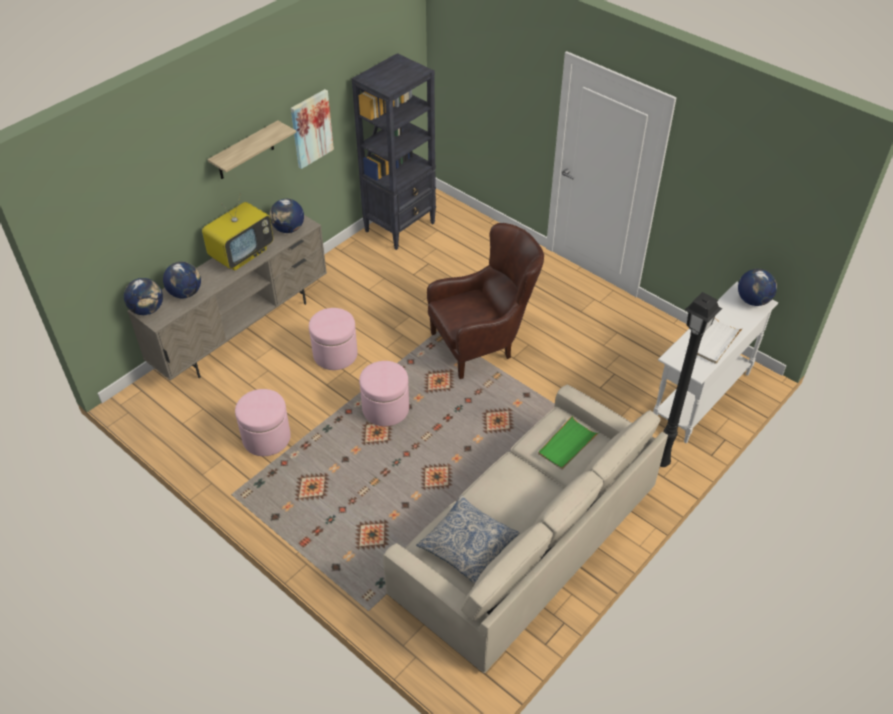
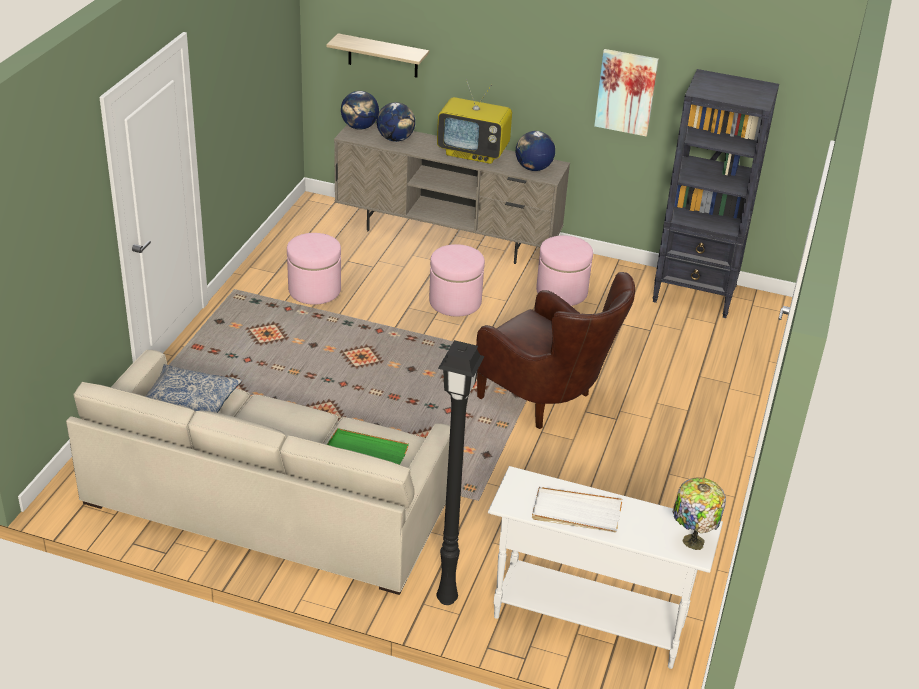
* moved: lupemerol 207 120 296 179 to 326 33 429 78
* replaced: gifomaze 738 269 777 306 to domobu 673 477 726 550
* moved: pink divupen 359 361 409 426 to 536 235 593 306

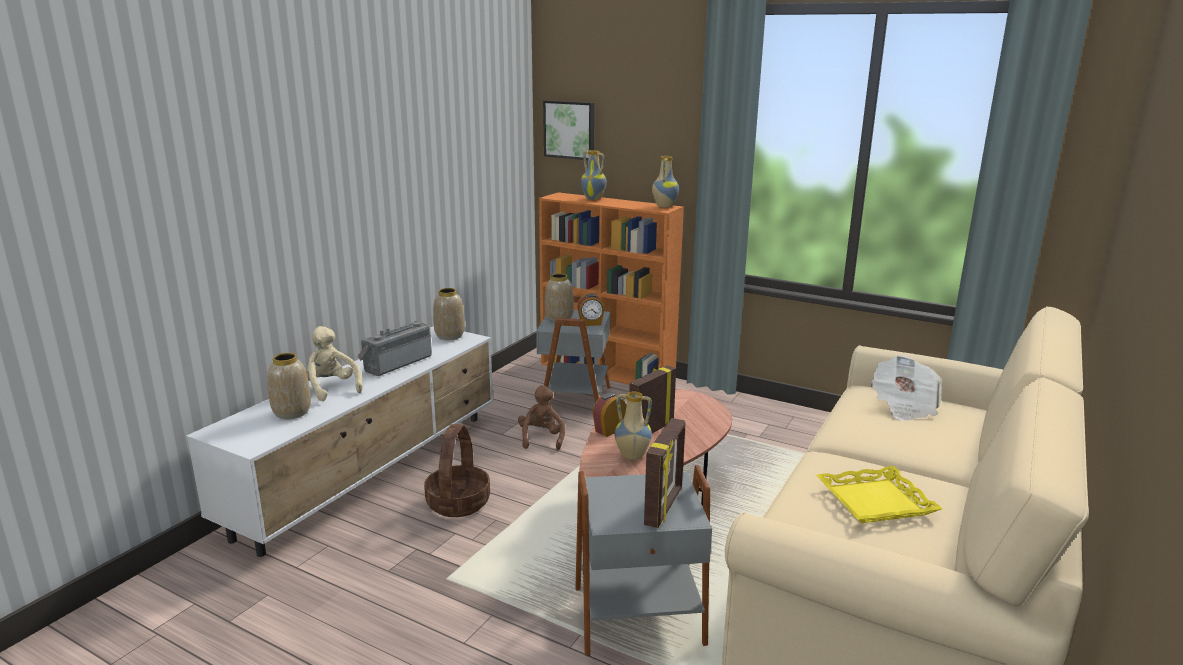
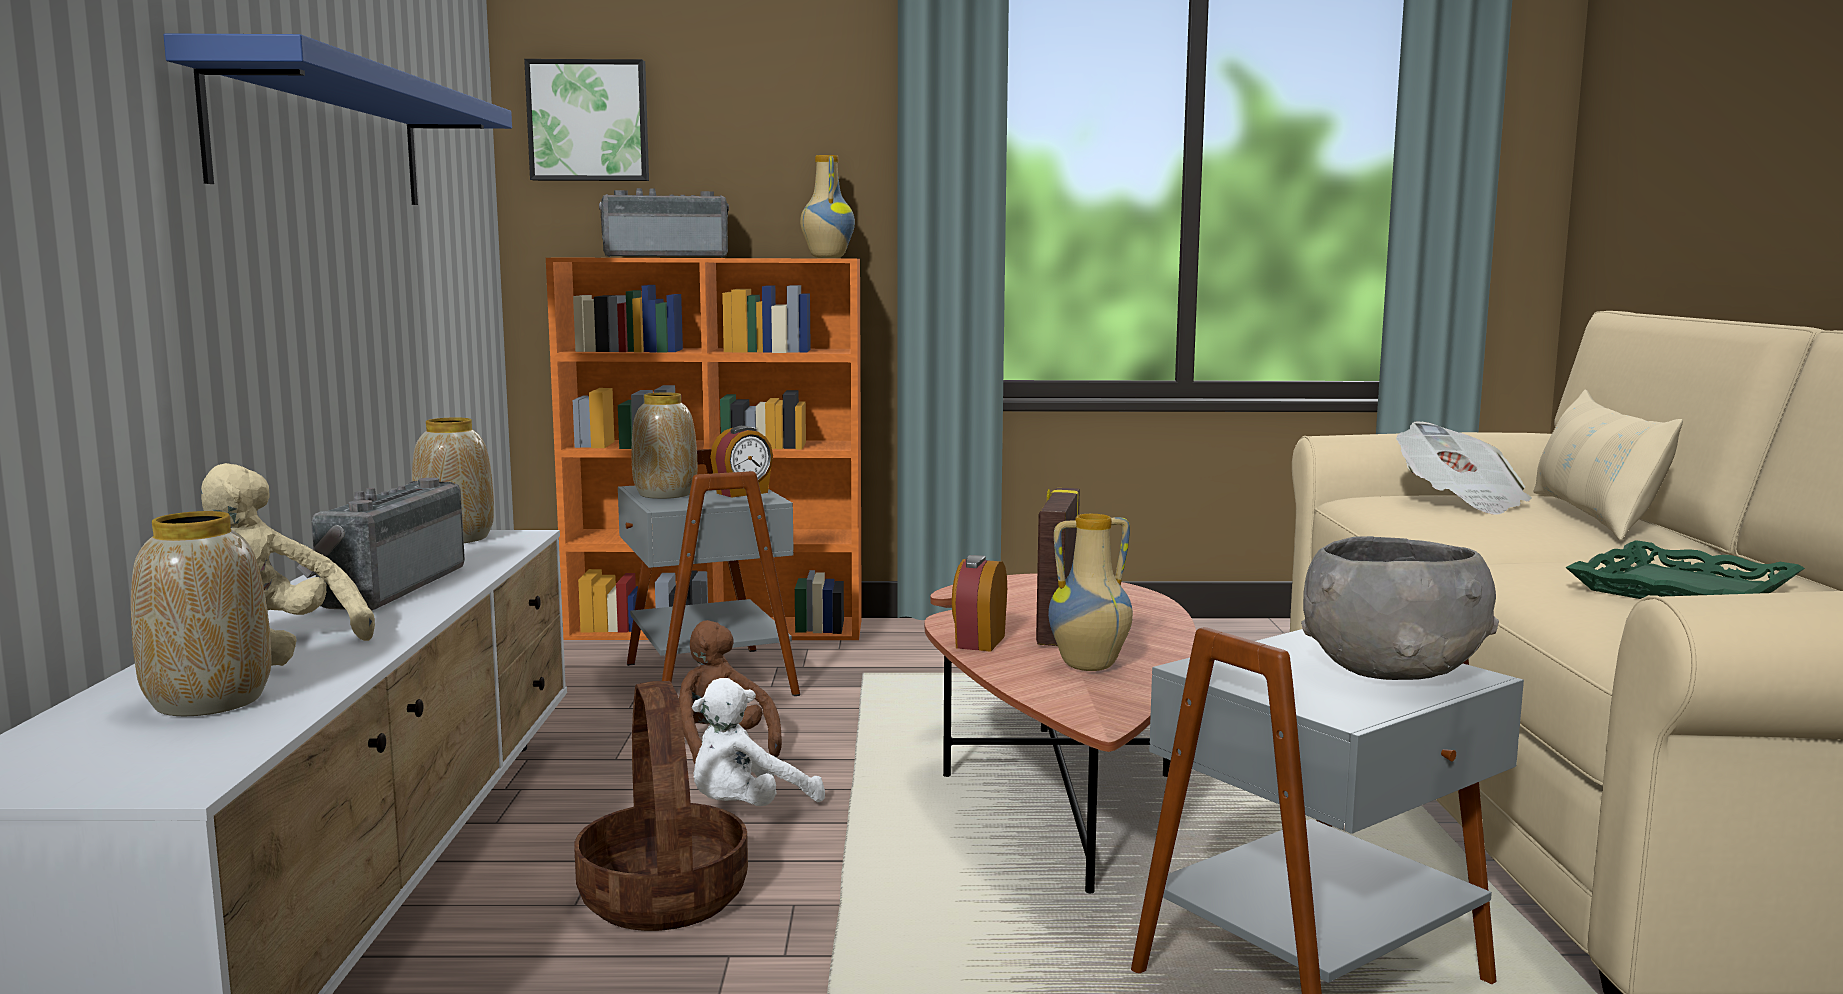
* replaced: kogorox 581 150 607 200 to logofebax 599 188 729 257
* replaced: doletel 644 418 685 528 to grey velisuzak 1301 536 1499 680
* recoloured: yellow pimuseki 816 466 943 523 to green pimuseki 1565 540 1805 599
* added: blue lupemerol 164 33 512 205
* added: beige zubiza 1533 389 1683 540
* added: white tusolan 692 678 825 806

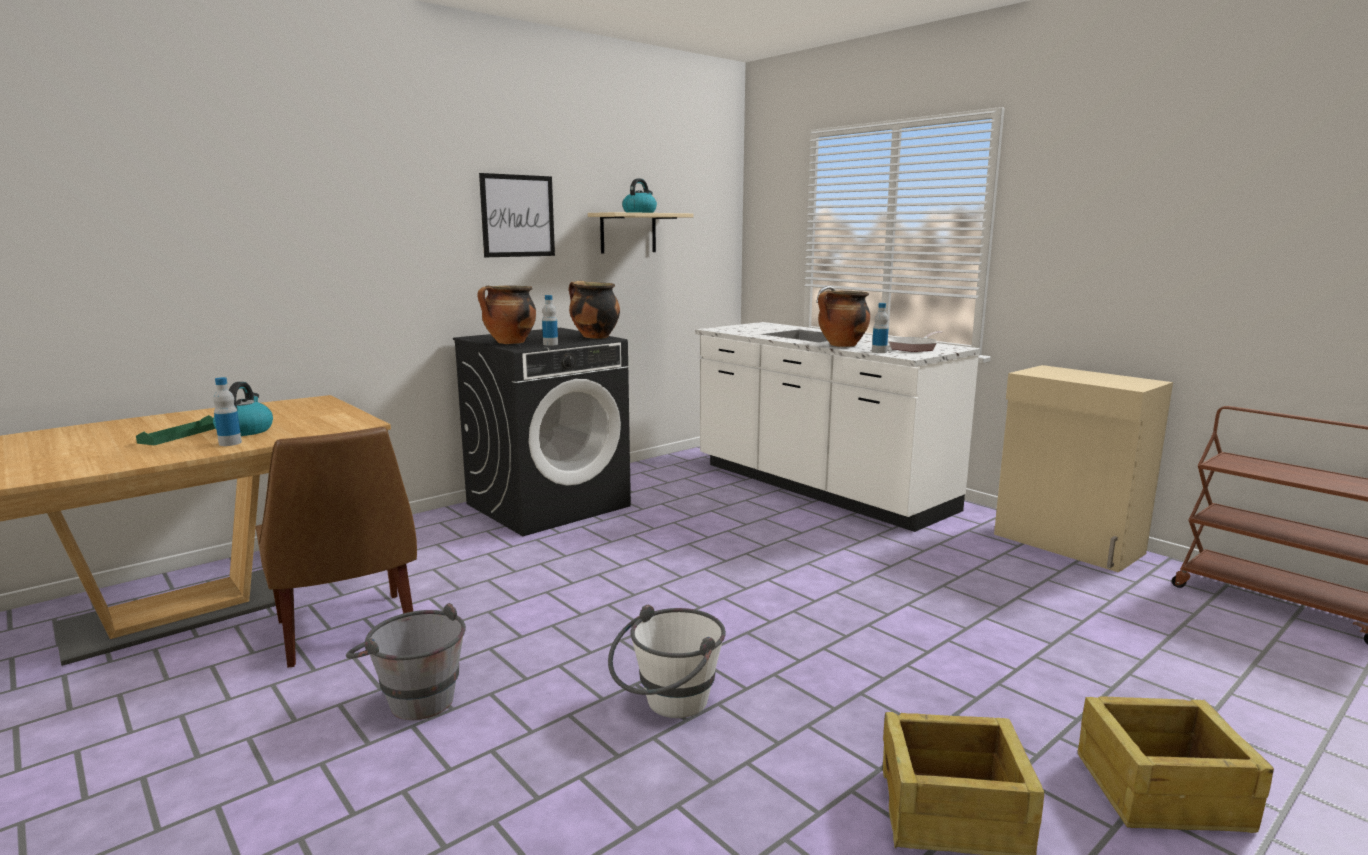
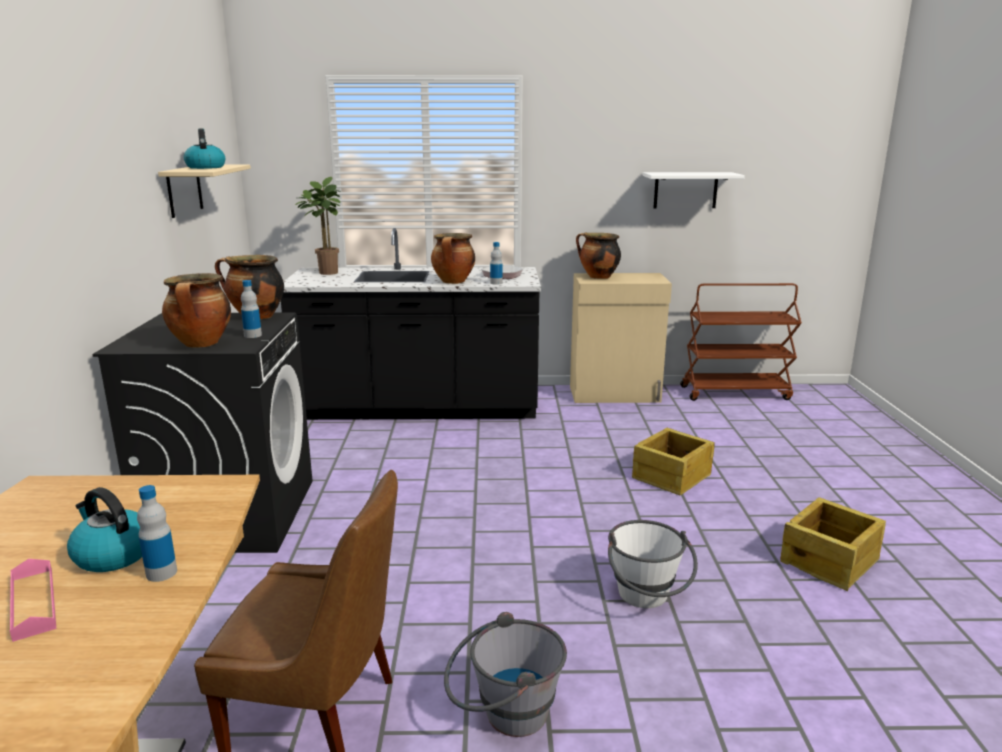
* removed: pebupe 479 173 555 257
* recoloured: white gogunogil 695 286 981 532 to black gogunogil 281 228 541 420
* recoloured: green pimuseki 136 415 216 445 to pink pimuseki 10 559 56 642
* moved: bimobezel 1078 696 1274 833 to 632 428 715 495
* added: white lupemerol 643 172 745 208
* added: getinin 295 177 340 275
* added: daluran 576 233 621 279

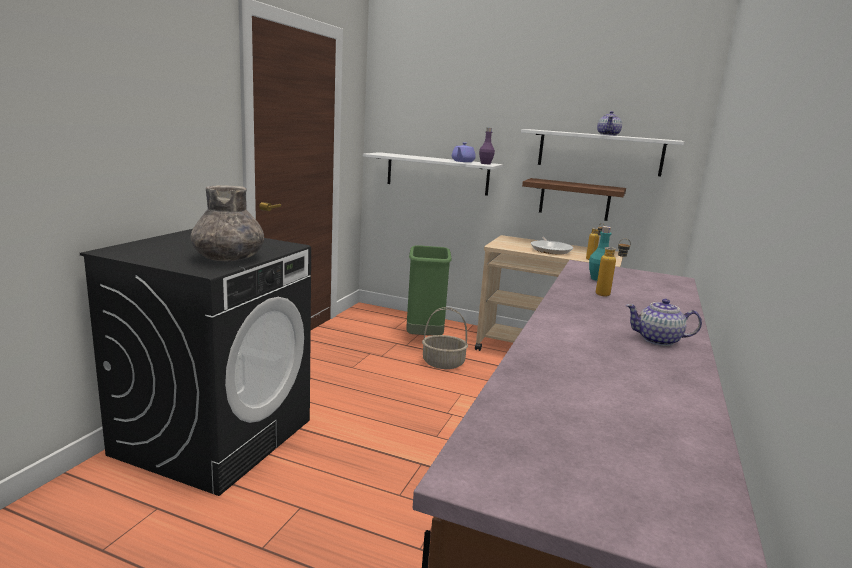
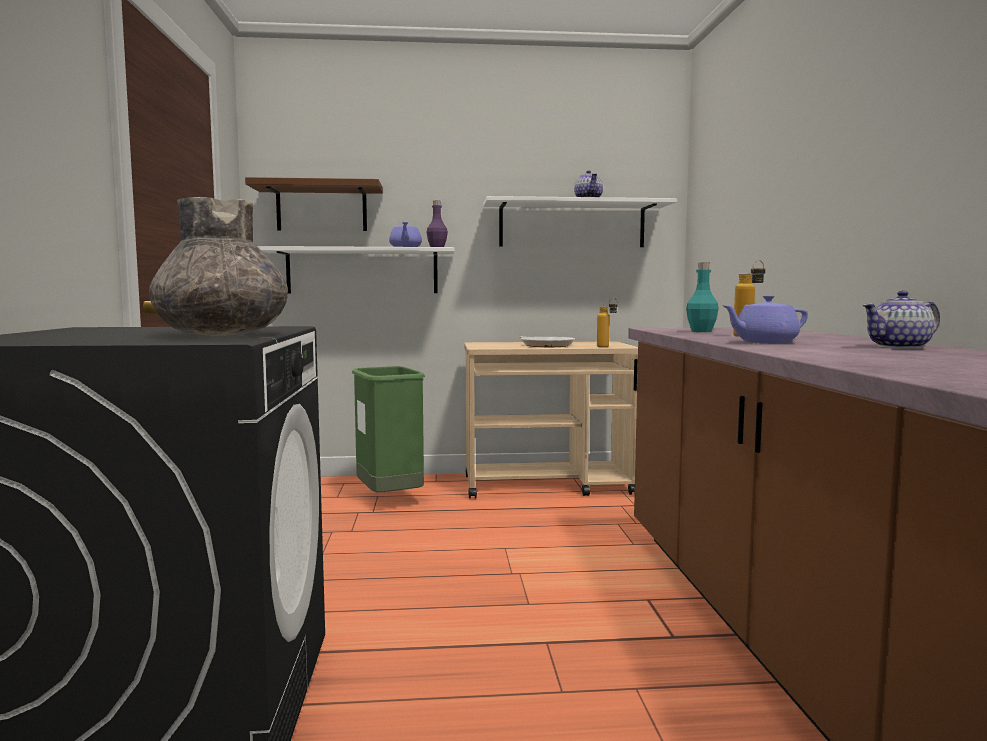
* moved: brown lupemerol 522 178 626 221 to 245 177 383 231
* removed: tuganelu 422 307 468 369
* added: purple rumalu 722 295 808 343

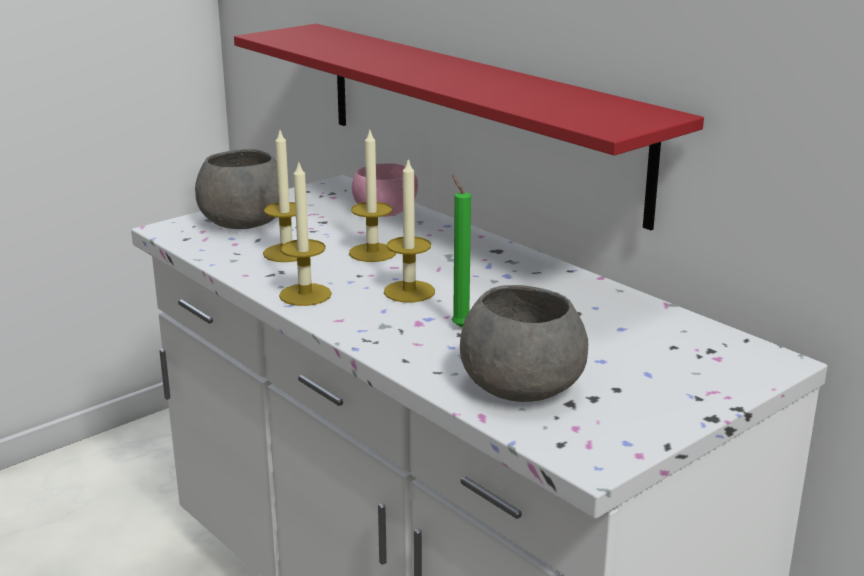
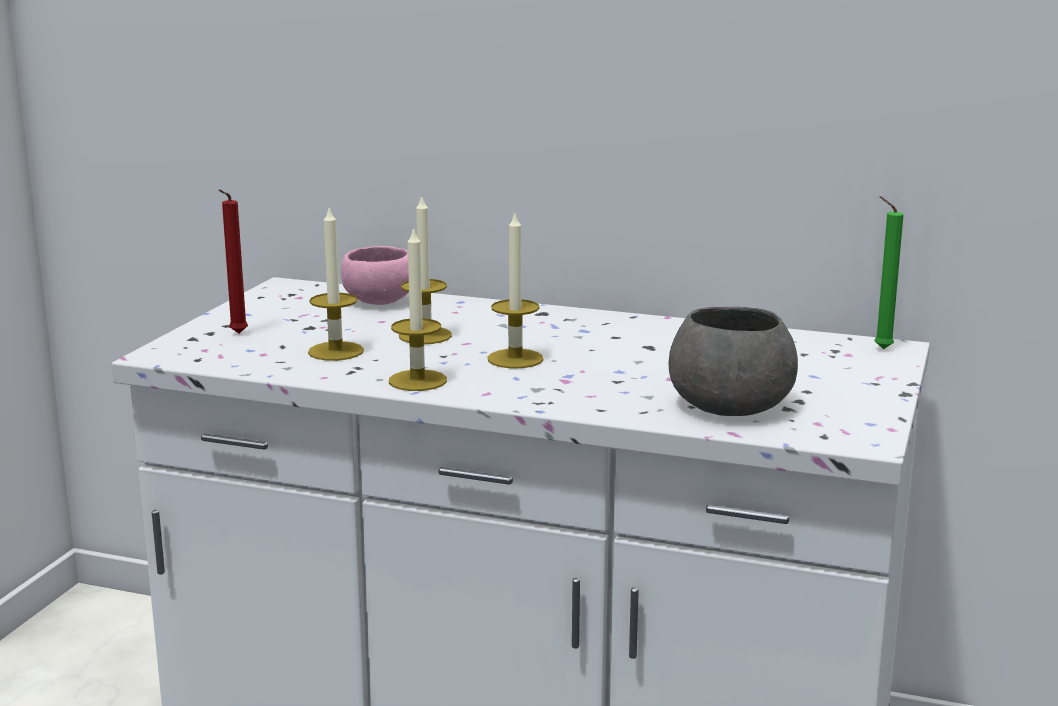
* removed: red lupemerol 234 24 704 230
* replaced: grey velisuzak 195 149 279 229 to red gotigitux 218 189 248 333
* moved: green gotigitux 452 175 471 327 to 875 196 903 349

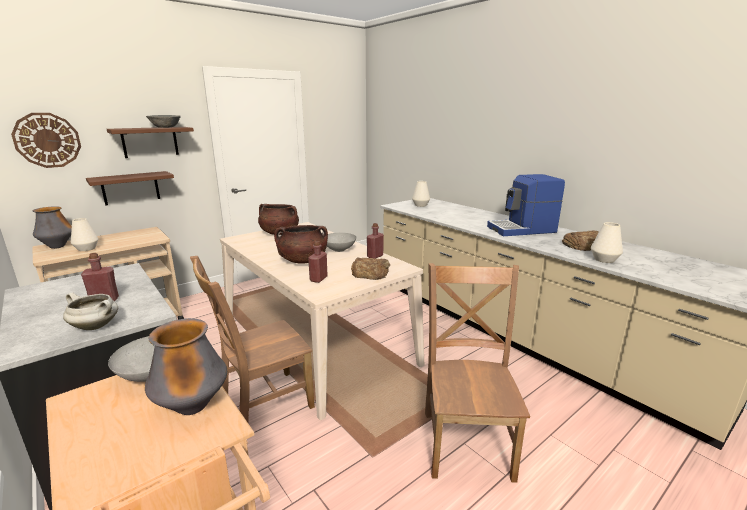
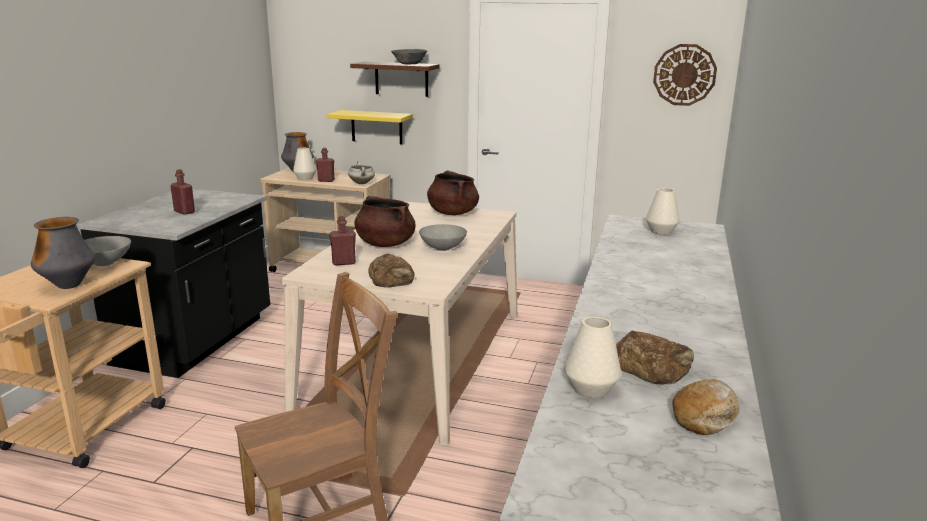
* moved: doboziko 11 113 81 168 to 653 44 717 106
* recoloured: brown lupemerol 86 171 174 206 to yellow lupemerol 326 110 413 144
* removed: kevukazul 487 174 565 236
* moved: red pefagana 367 223 384 259 to 316 148 335 182
* removed: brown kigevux 190 256 315 422
* moved: white daluran 63 292 118 330 to 348 161 375 184
* added: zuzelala 672 379 740 435

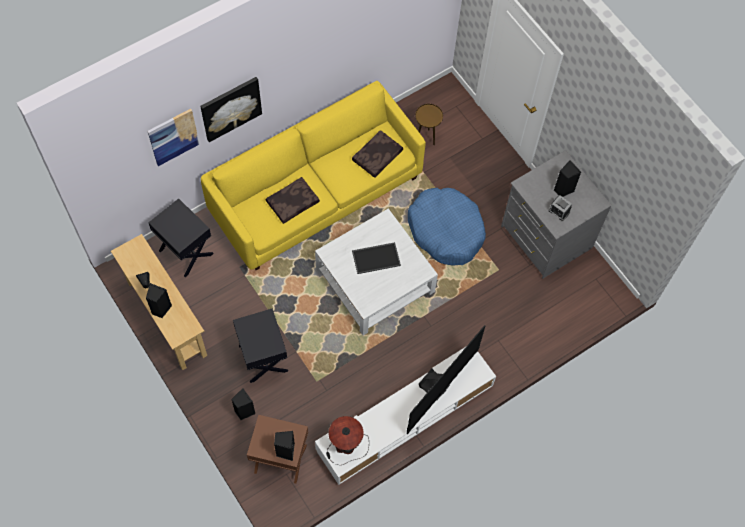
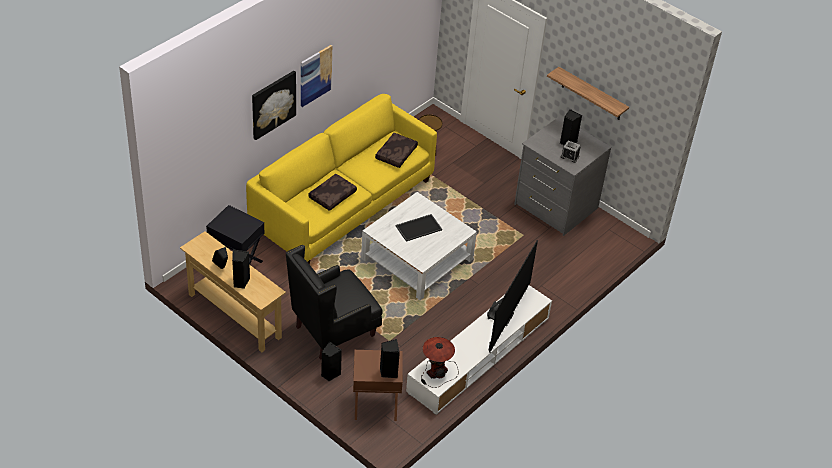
* moved: pebupe 148 109 199 166 to 301 45 332 107
* removed: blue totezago 408 188 486 266
* replaced: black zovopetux 233 308 288 383 to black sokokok 286 245 383 360
* added: lupemerol 547 67 629 120

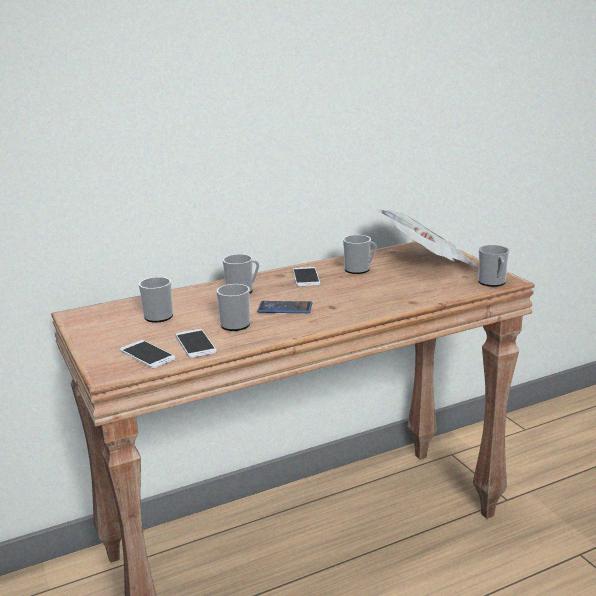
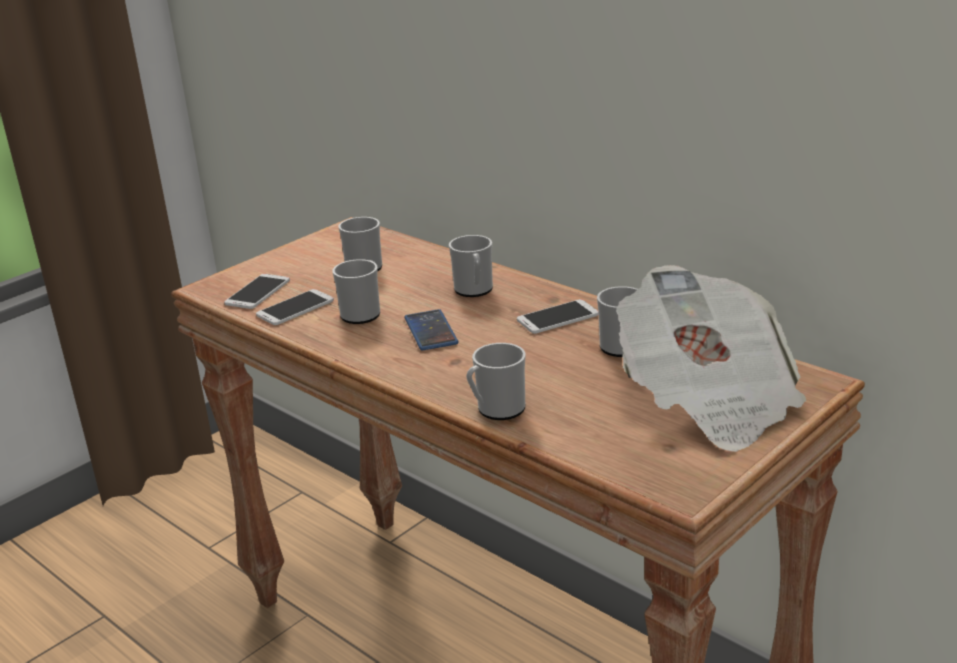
* moved: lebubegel 478 245 509 287 to 466 343 526 420

